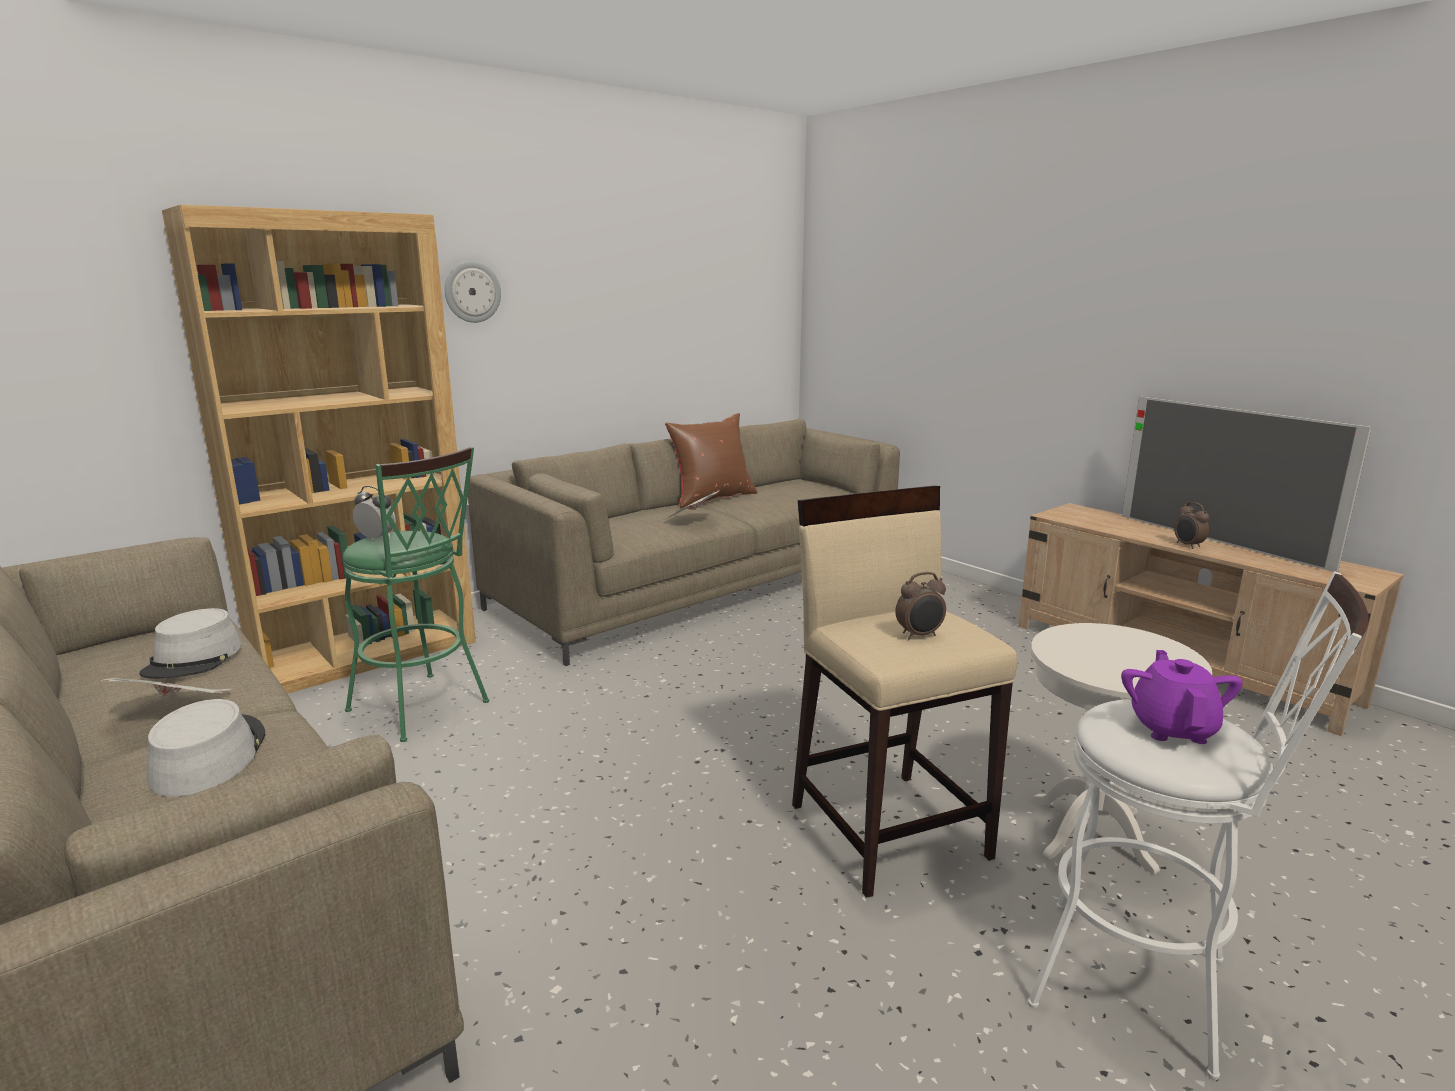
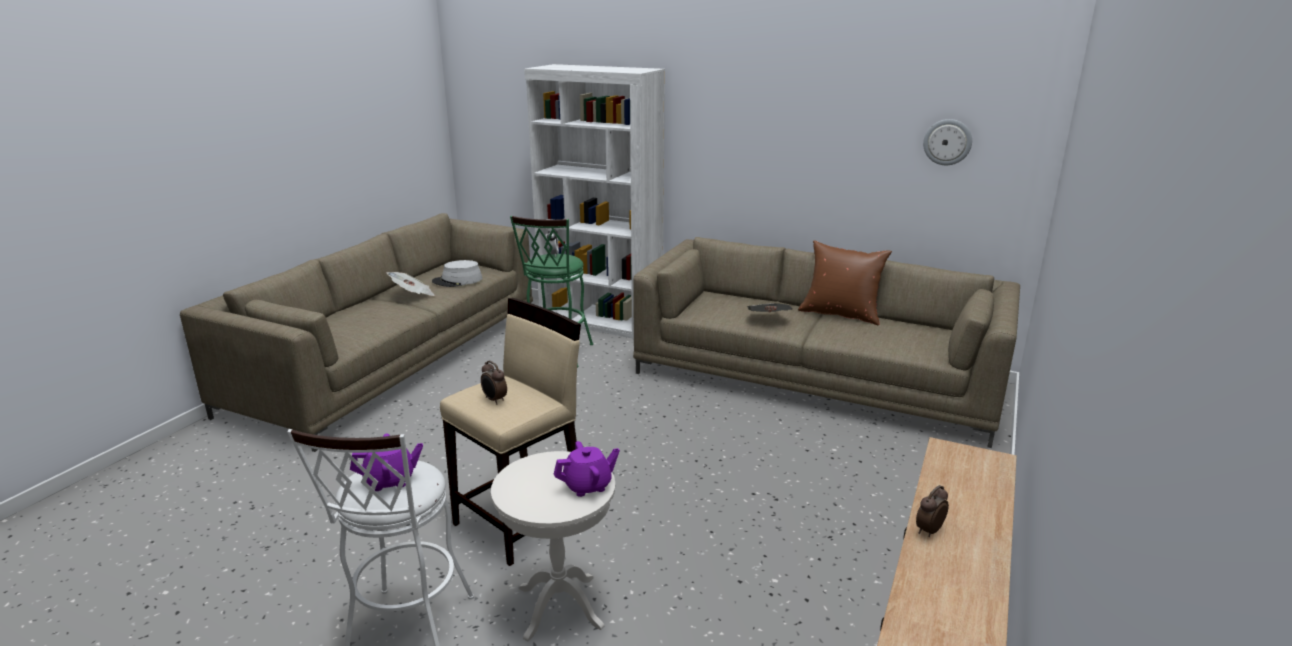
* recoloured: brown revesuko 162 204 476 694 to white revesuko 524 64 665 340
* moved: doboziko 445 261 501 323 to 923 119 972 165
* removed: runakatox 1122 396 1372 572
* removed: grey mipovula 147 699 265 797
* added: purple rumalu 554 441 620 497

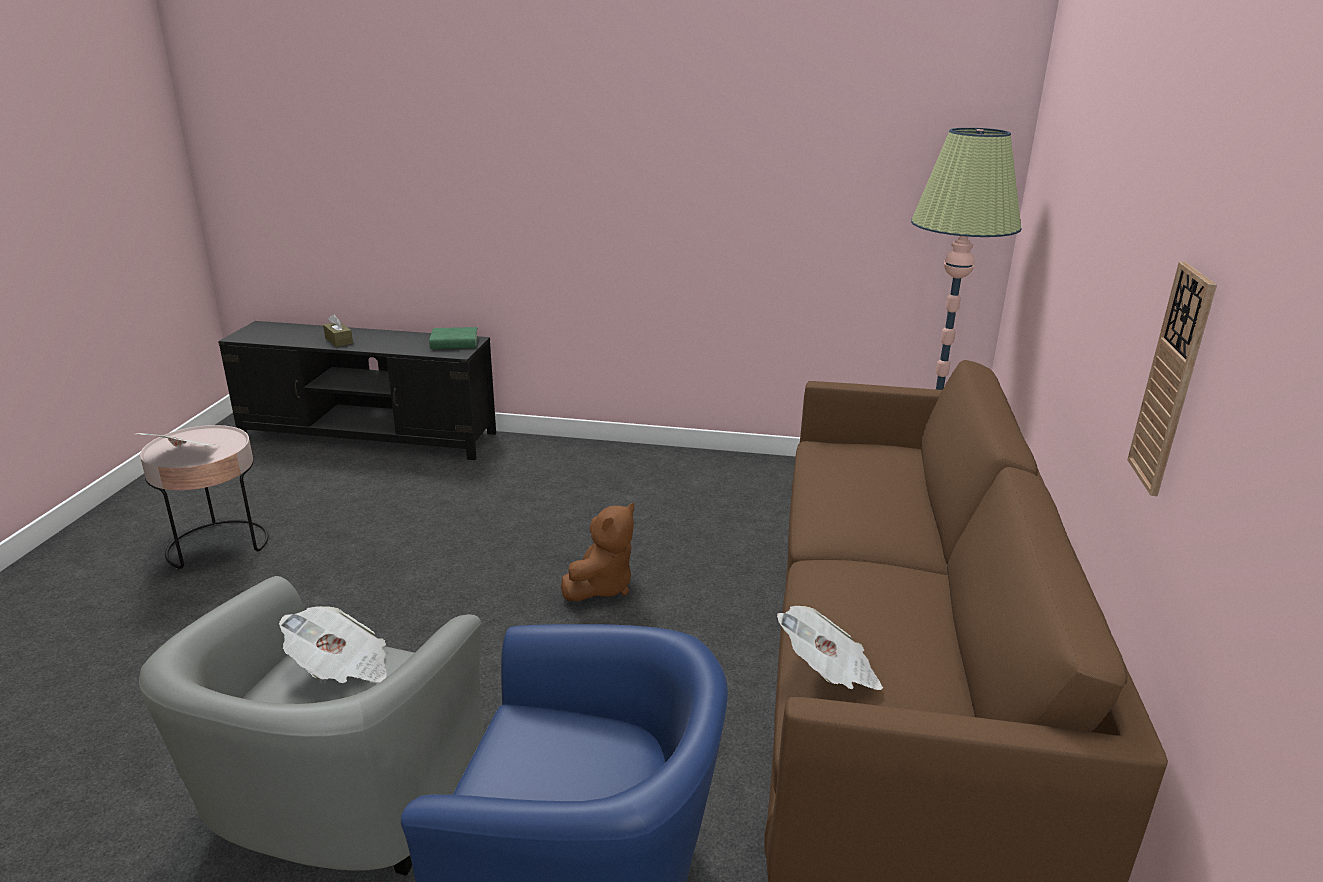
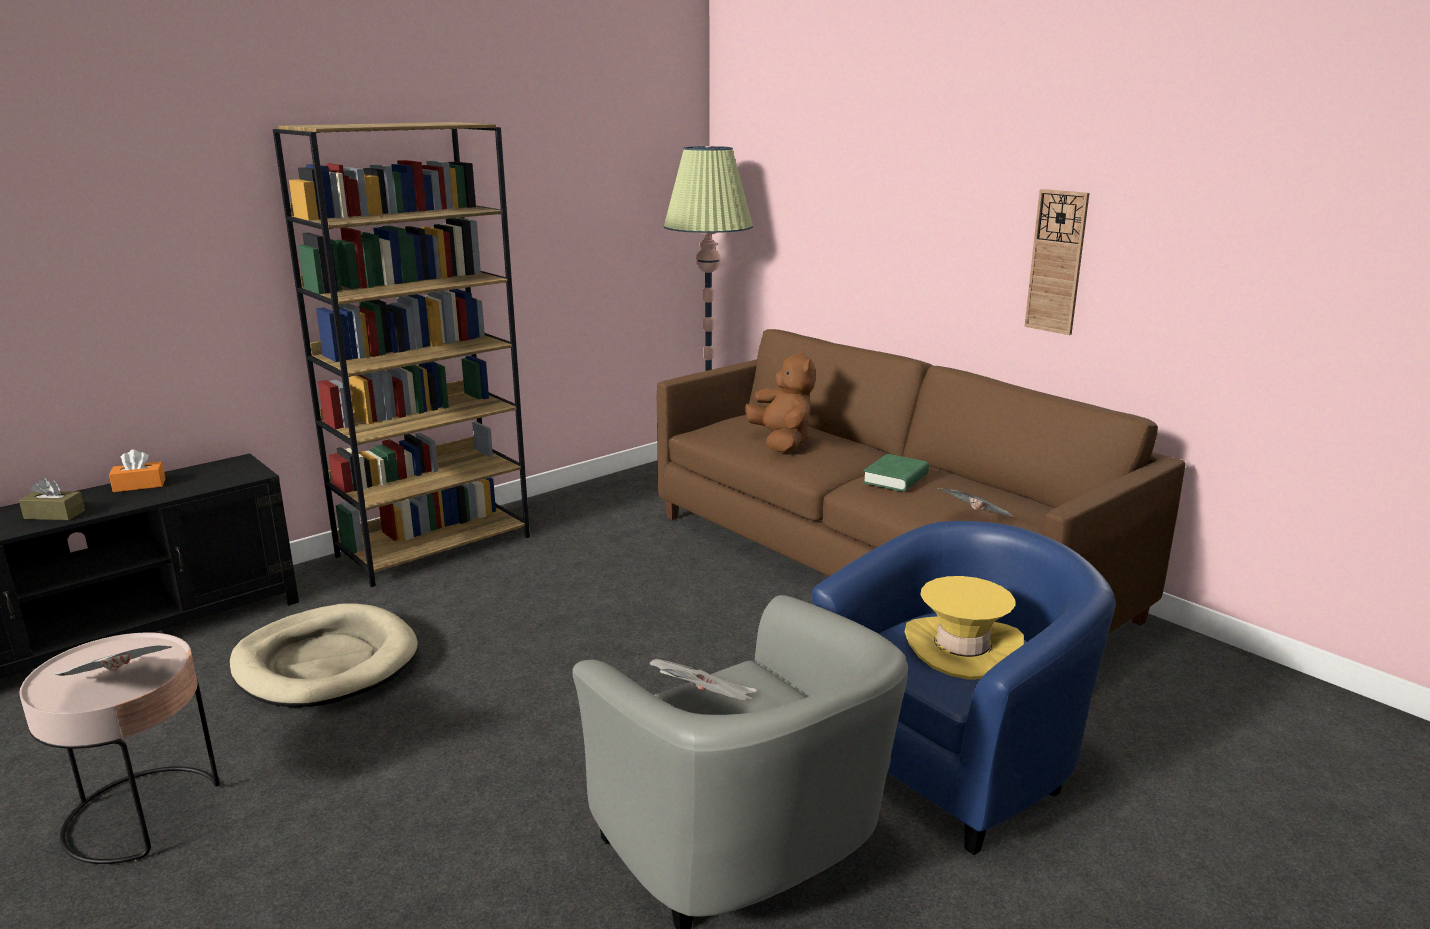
* moved: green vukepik 429 327 478 349 to 863 454 929 492
* moved: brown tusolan 561 503 634 601 to 745 350 816 453
* added: brown revesuko 273 122 530 587
* added: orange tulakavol 109 449 166 492
* added: yellow mipovula 905 576 1024 680
* added: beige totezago 230 603 418 707

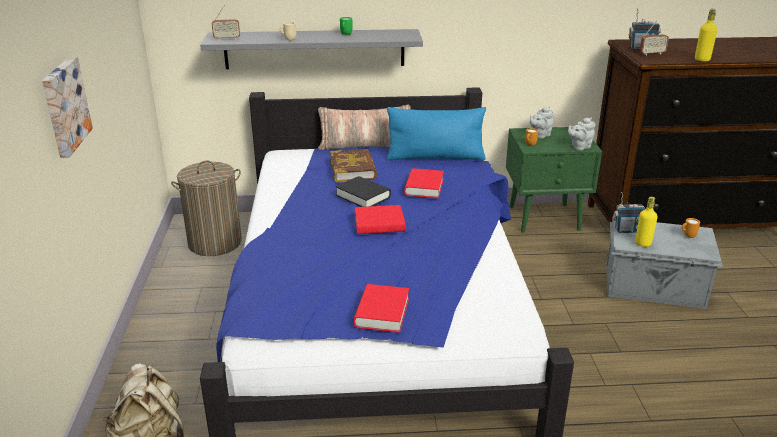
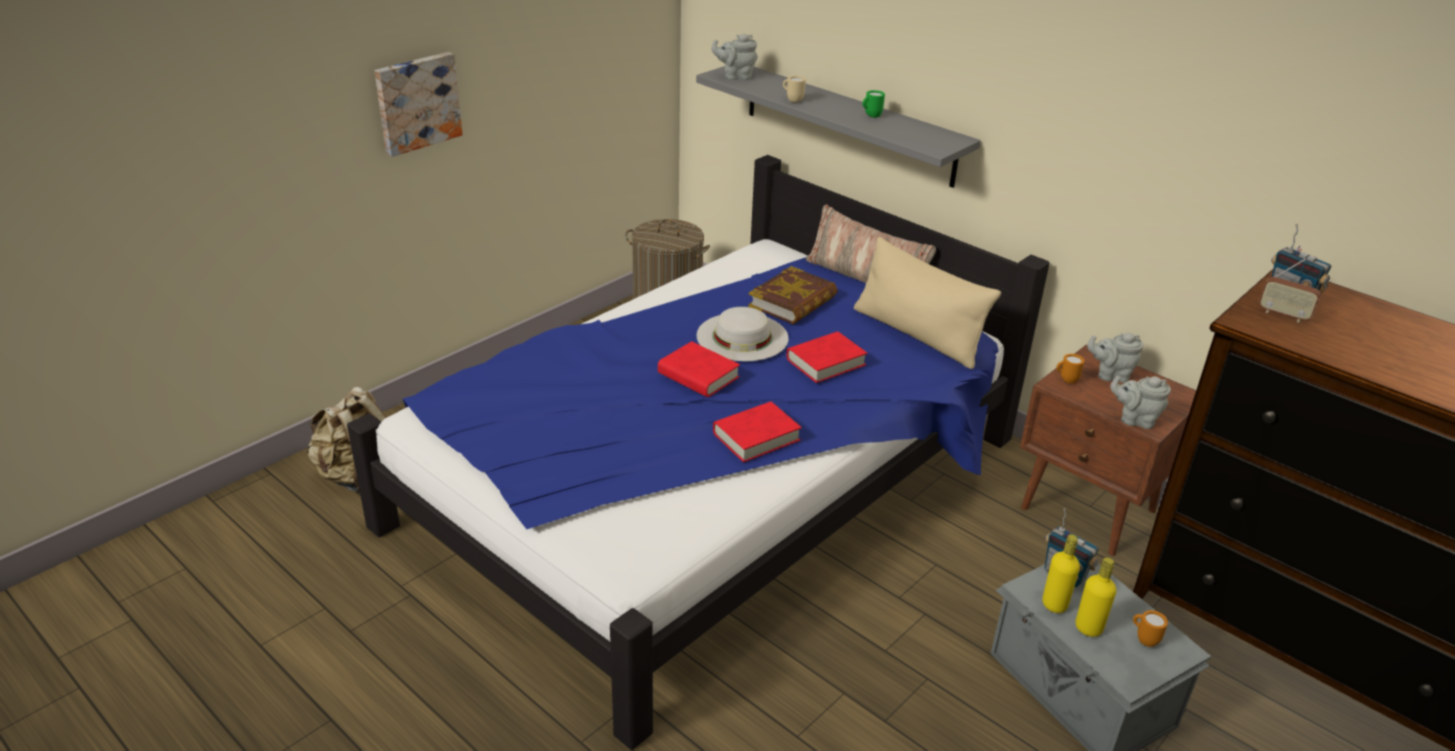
* replaced: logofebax 212 6 240 40 to grey rumalu 711 34 758 80
* moved: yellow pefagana 695 9 718 61 to 1076 557 1116 637
* recoloured: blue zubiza 387 107 486 160 to beige zubiza 854 237 1001 369
* recoloured: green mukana 506 127 602 233 to brown mukana 1020 345 1196 556
* replaced: black vukepik 335 176 391 207 to white mipovula 696 307 789 361
* moved: red vukepik 354 284 409 333 to 713 402 802 462

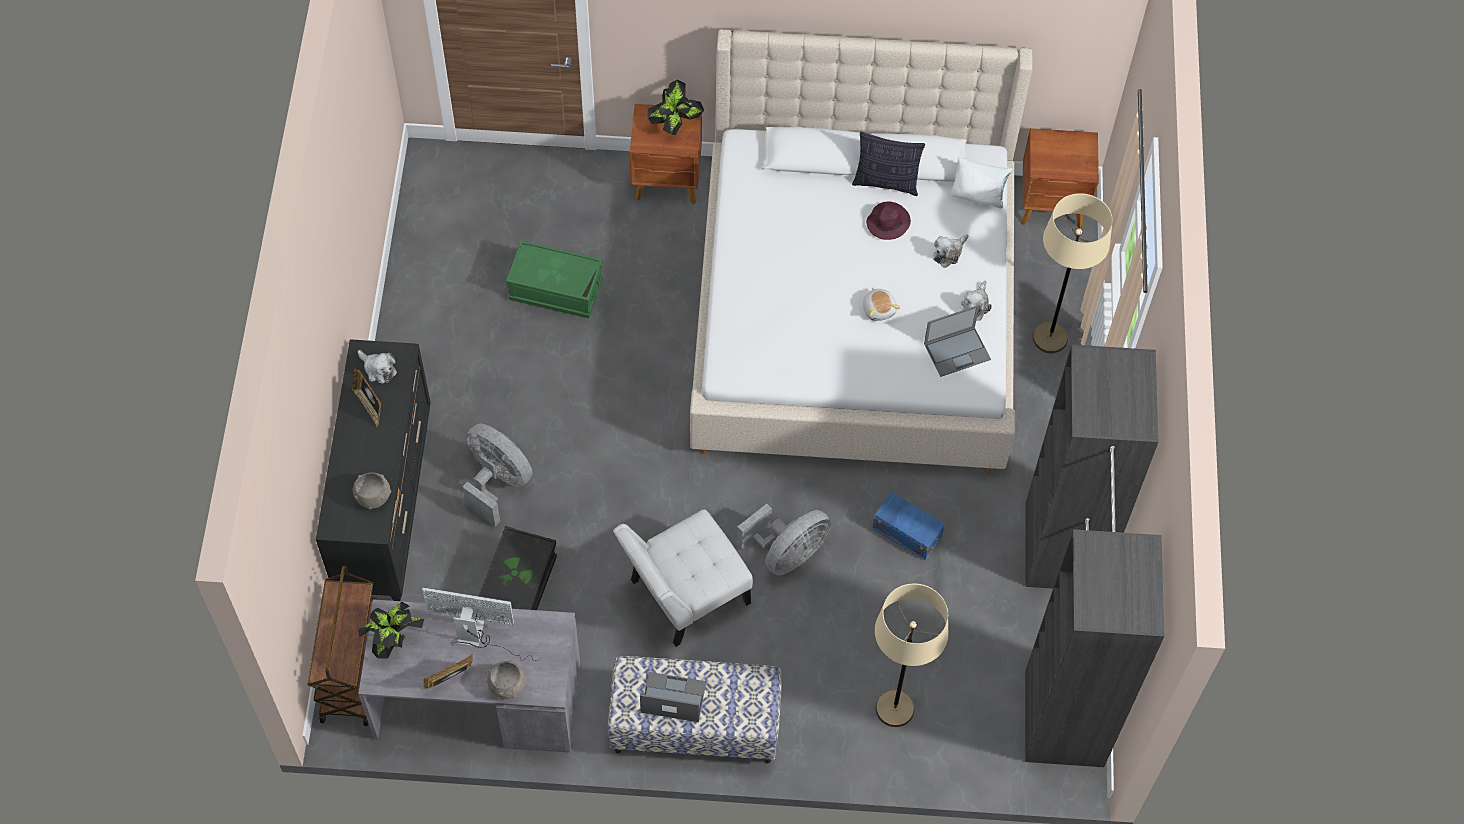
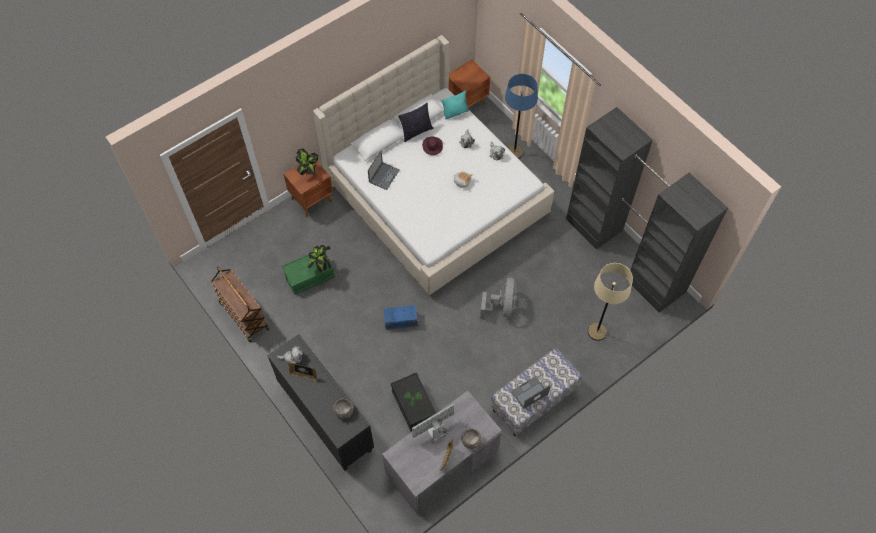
* recoloured: white zubiza 951 157 1012 208 to turquoise zubiza 442 90 469 119
* recoloured: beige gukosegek 1032 193 1113 353 to blue gukosegek 505 74 538 159
* moved: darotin 924 305 991 377 to 368 150 400 190
* removed: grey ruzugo 463 424 532 527
* moved: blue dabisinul 872 492 945 561 to 384 305 417 330
* removed: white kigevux 613 509 753 647
* moved: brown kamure 308 566 378 726 to 211 267 270 342
* moved: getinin 358 602 424 659 to 307 245 331 272

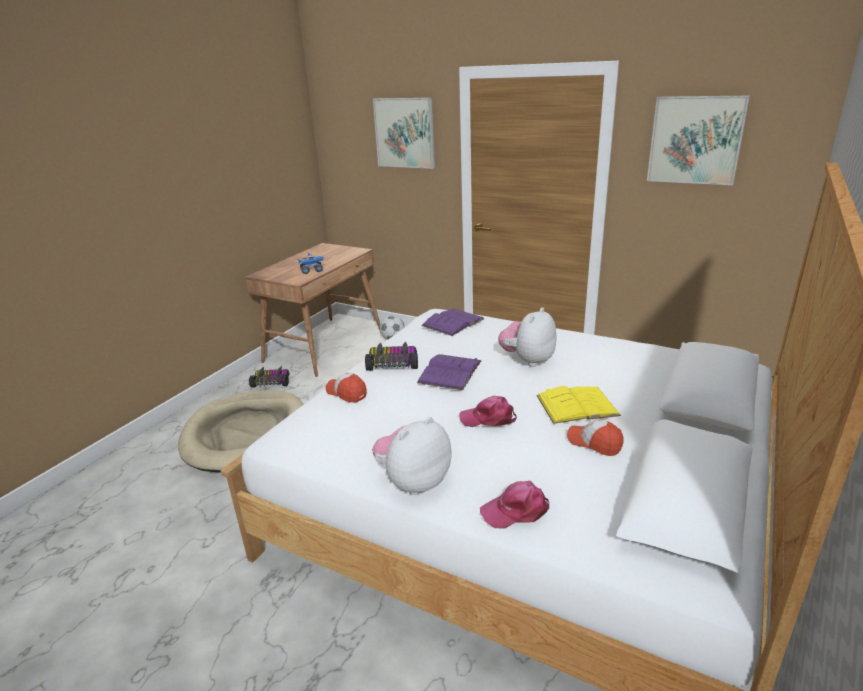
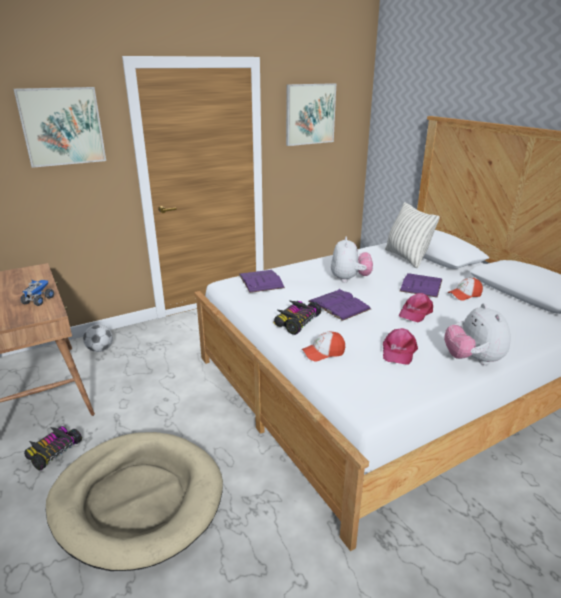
* turned: tusolan 498 307 556 367 = 331 237 373 282 150 degrees counterclockwise
* recoloured: yellow vukepik 536 386 621 424 to purple vukepik 400 273 443 298
* moved: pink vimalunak 480 481 549 528 to 383 328 418 365
* added: zubiza 385 202 440 269

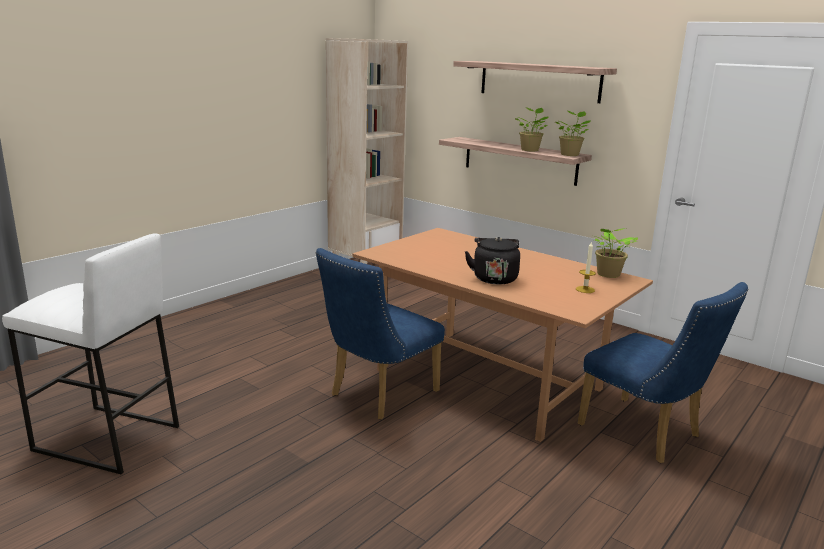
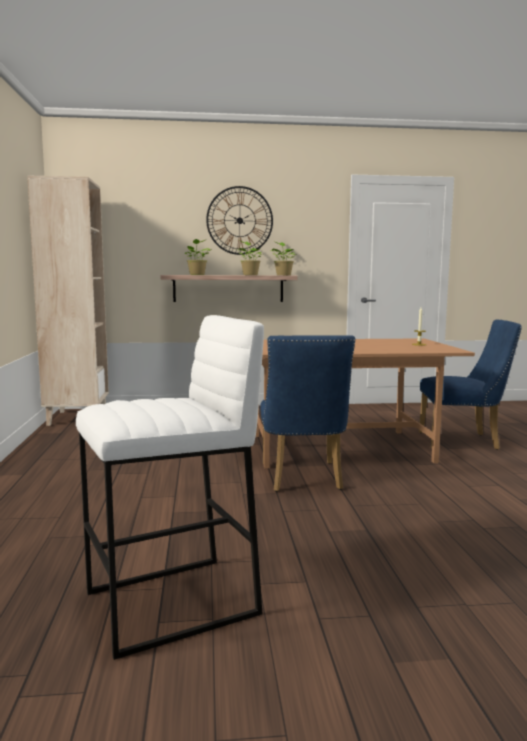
* replaced: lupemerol 453 61 617 103 to doboziko 206 186 273 255
* moved: getinin 594 228 638 278 to 184 239 212 275
* removed: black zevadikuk 465 237 520 284

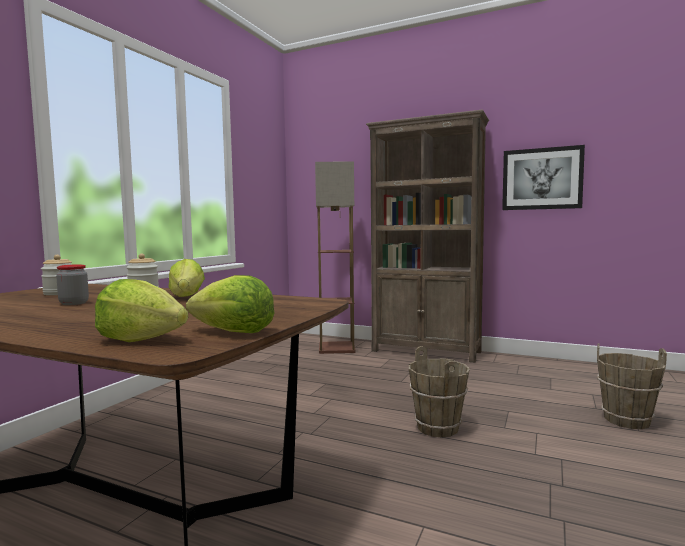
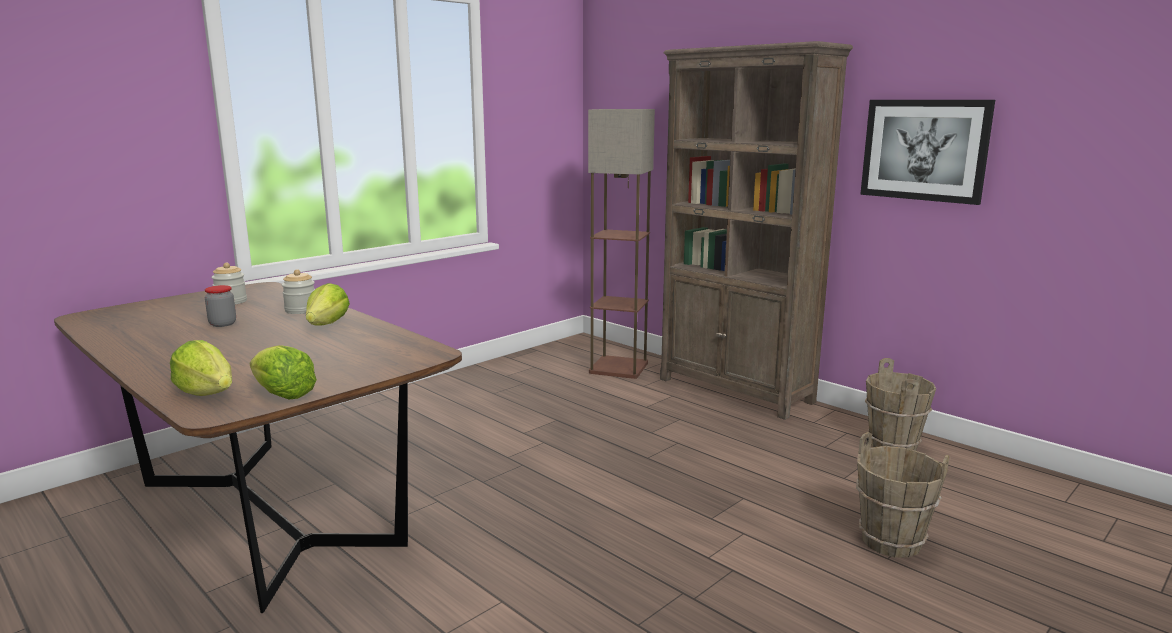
* moved: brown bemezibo 409 346 470 438 to 865 358 936 451

